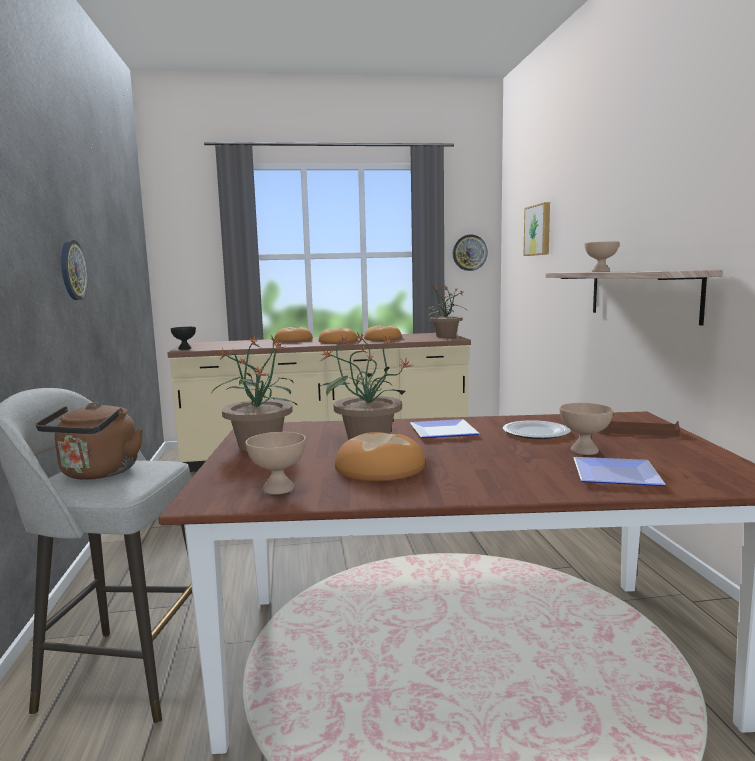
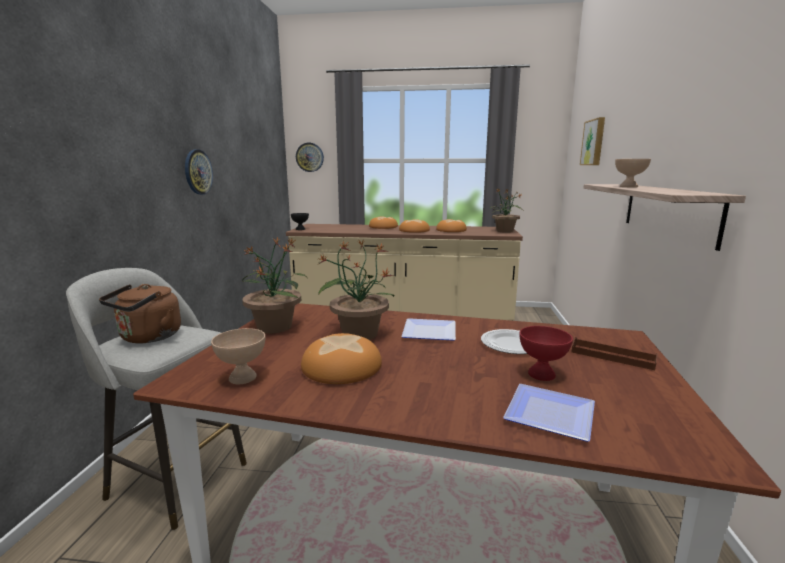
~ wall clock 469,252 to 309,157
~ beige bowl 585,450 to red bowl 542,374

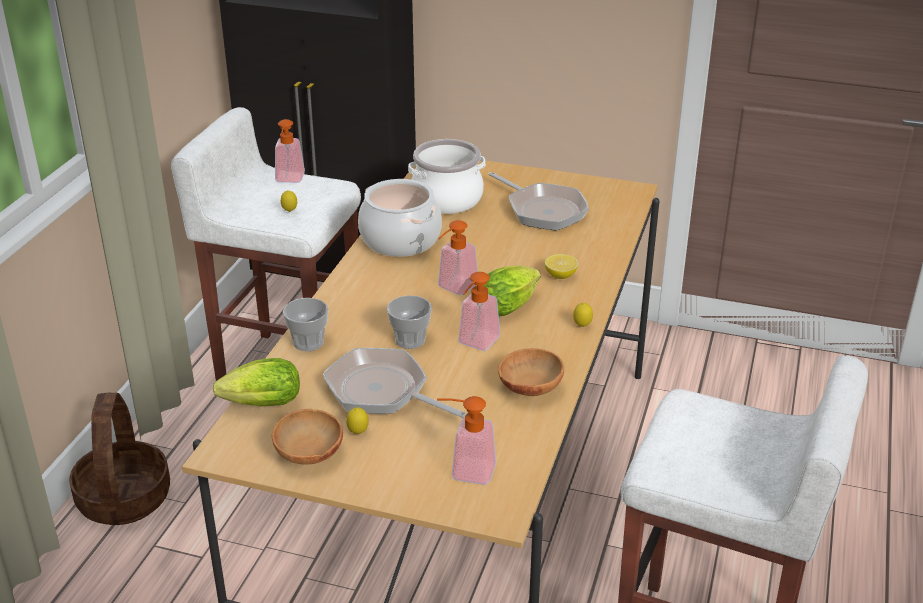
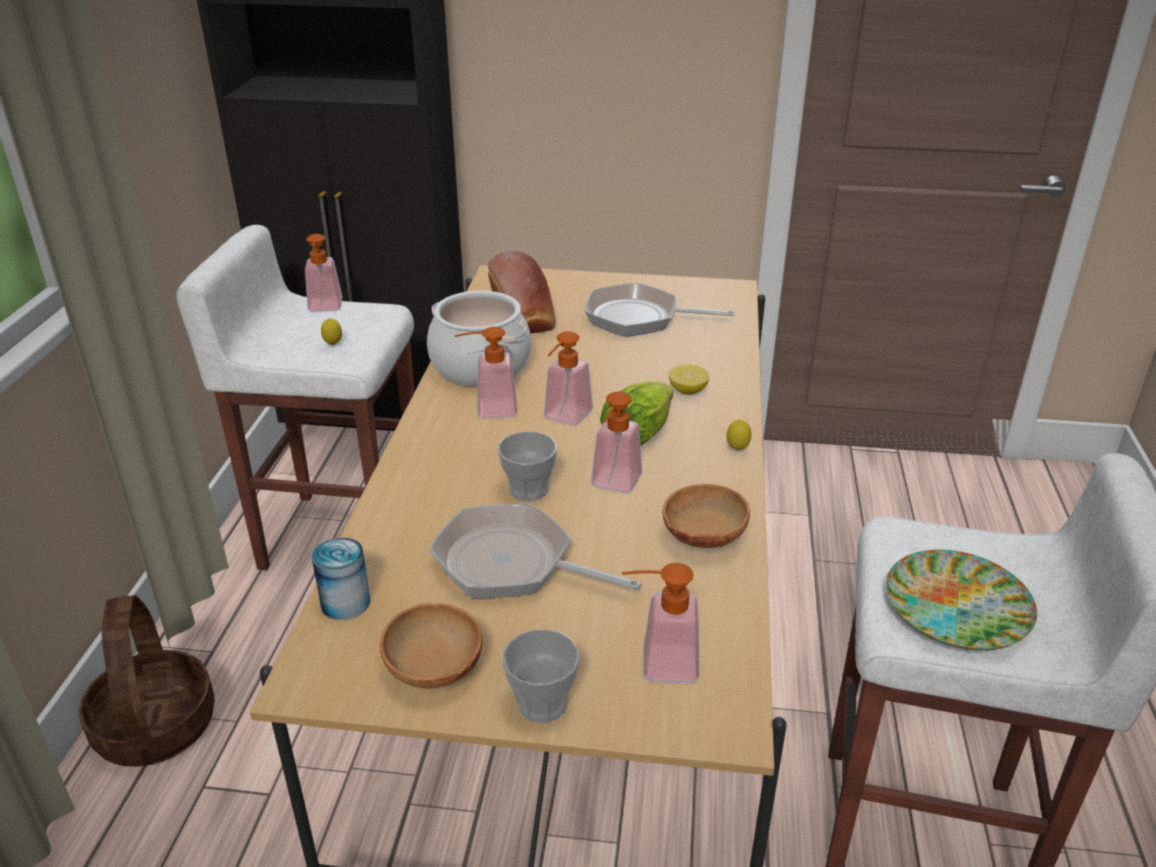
~ lettuce 258,405 to can 345,603
~ cup 308,342 to 542,703
- lemon 358,433
~ cooking pot 447,200 to bread 523,315
~ frying pan 543,210 = 639,318 150 degrees clockwise
+ soap dispenser 488,410
+ plate 958,608

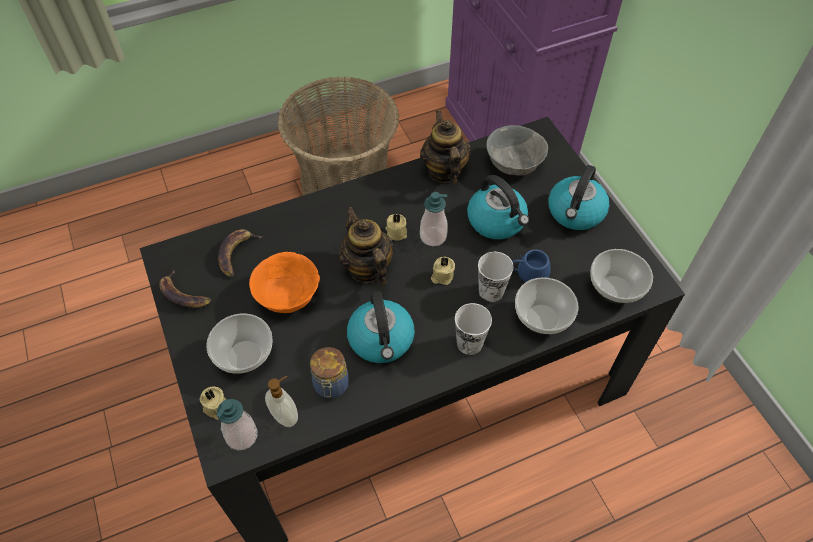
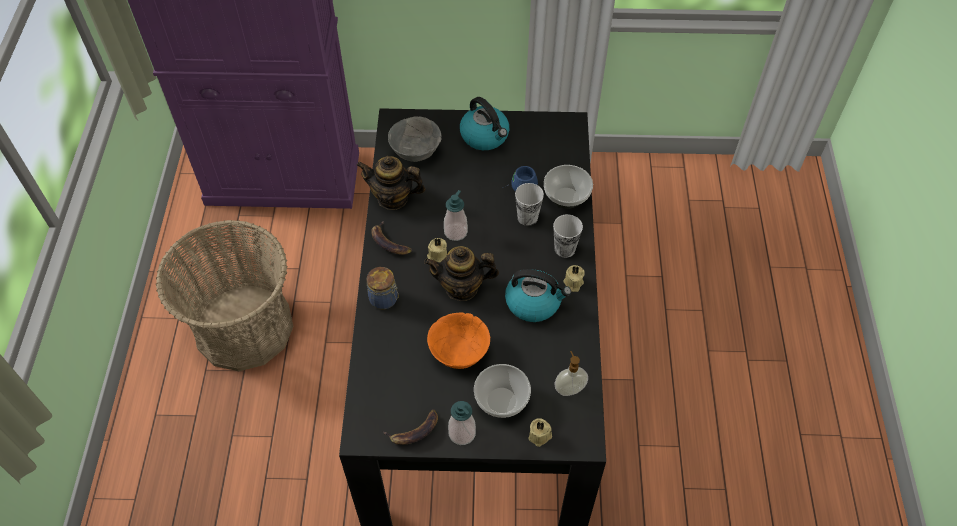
~ soap dispenser 242,435 to 462,433
~ banana 237,253 to 389,242
~ jar 331,386 to 384,299
~ beige candle 442,276 to 573,283
- kettle 497,221
- bowl 614,290

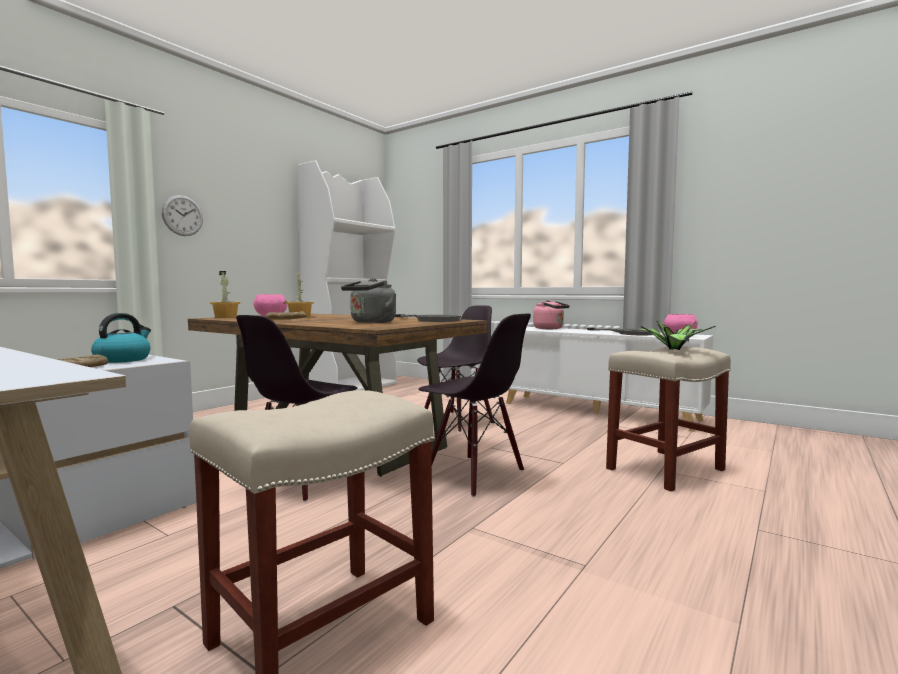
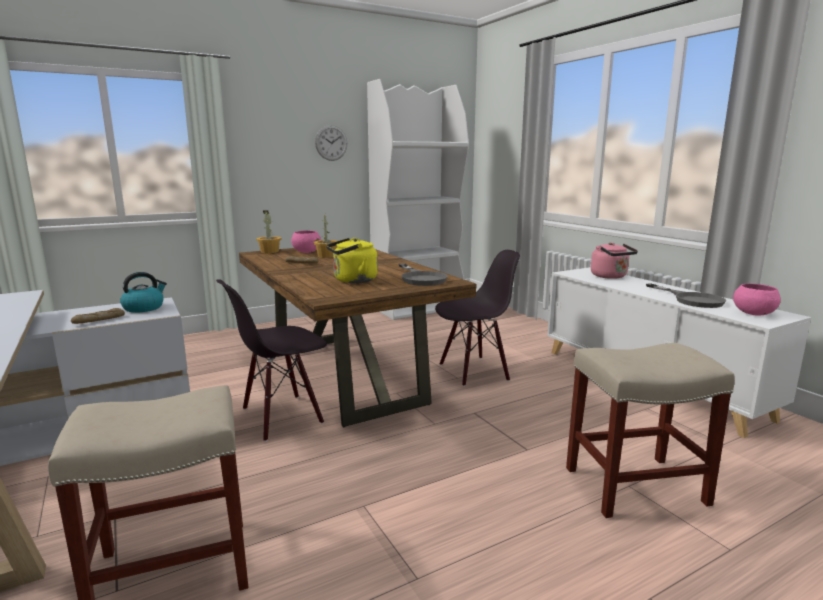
~ wall clock 182,215 to 331,143
~ grey kettle 371,322 to yellow kettle 352,280
- black chair 473,475
- potted plant 672,349

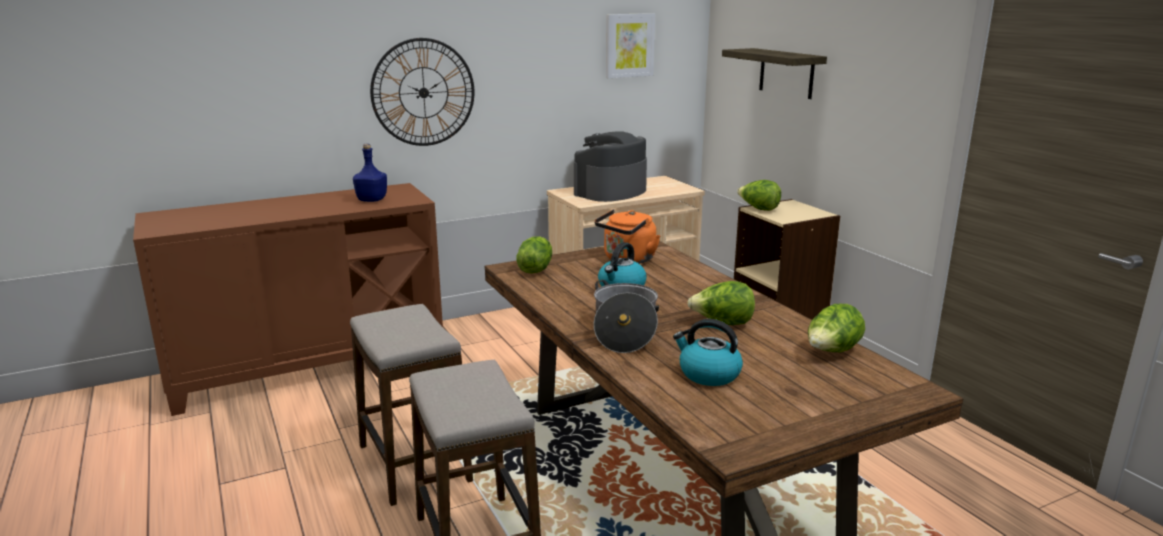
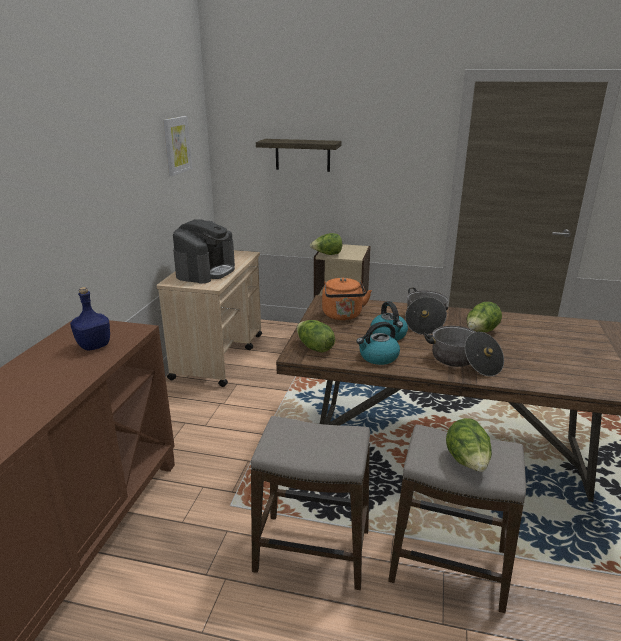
- wall clock 423,92
~ coffee machine 610,192 = 206,271 150 degrees counterclockwise
~ kettle 708,374 to 378,357
~ lettuce 831,352 to 467,462
+ cooking pot 424,321

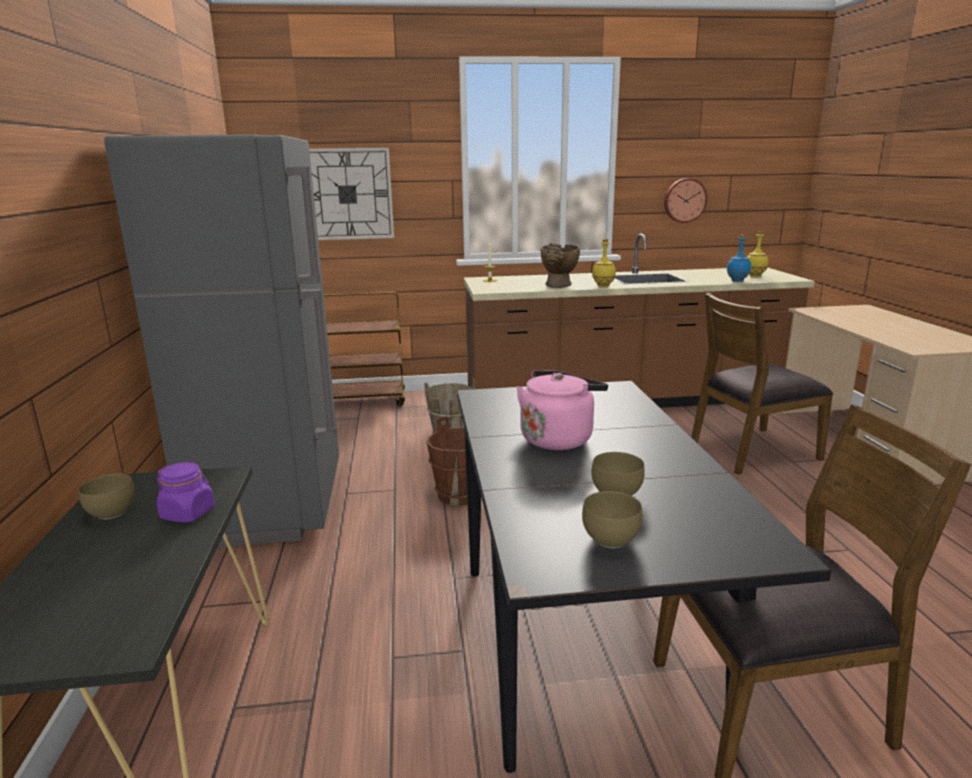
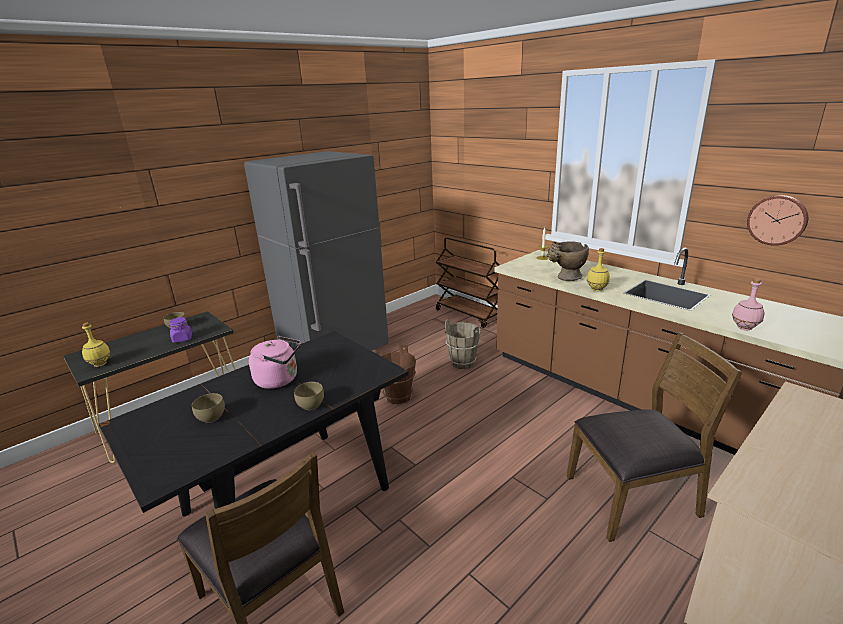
- wall clock 347,194
~ brown bowl 612,540 to 310,406
~ brown chair 752,451 = 633,497 135 degrees clockwise
~ blue bottle 737,281 to pink bottle 745,328
~ yellow bottle 755,276 to 100,364

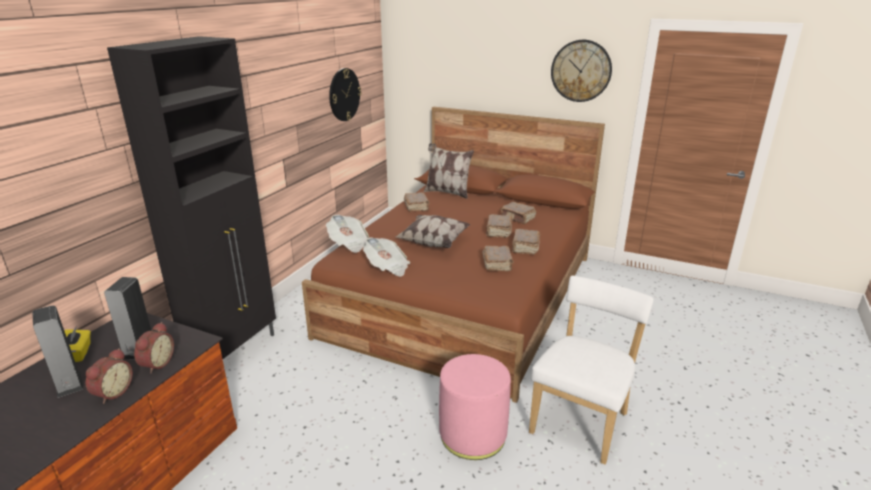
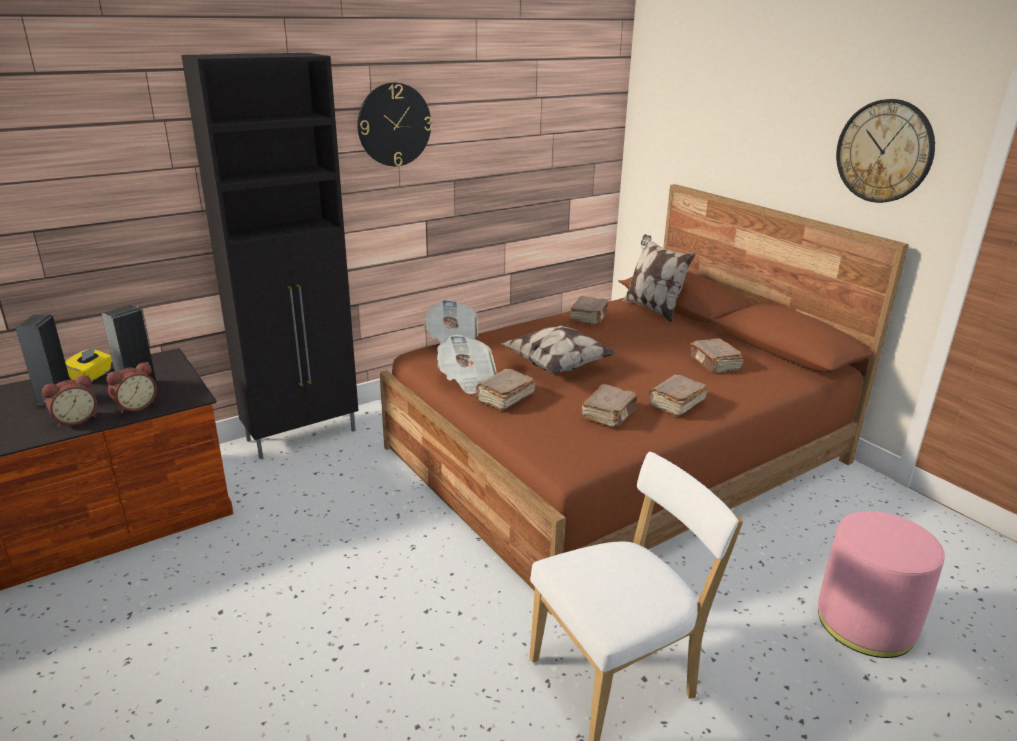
~ wall clock 344,94 to 394,125
~ pink ottoman 473,434 to 865,623
~ brown book 498,231 to 504,398

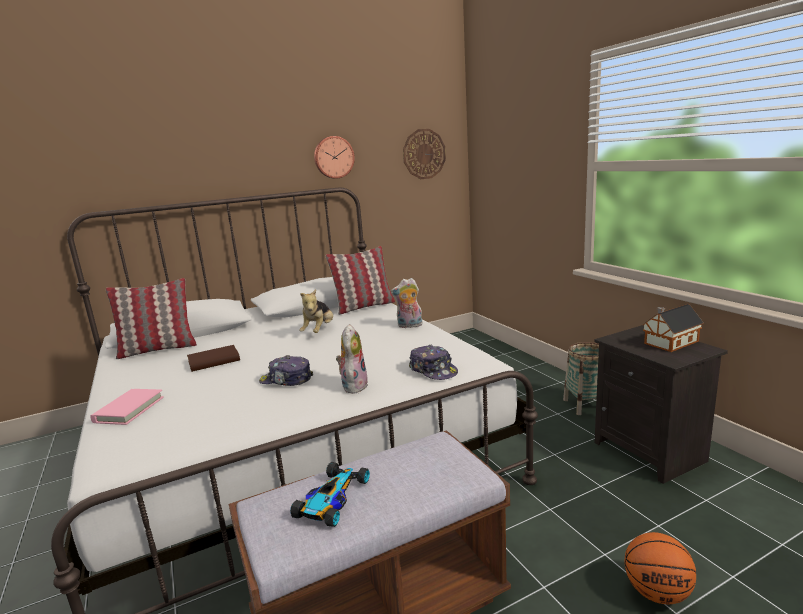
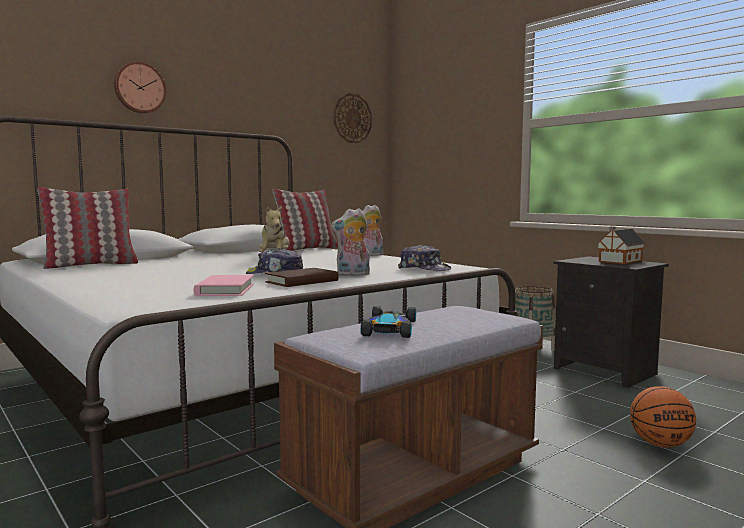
~ pink book 129,409 to 225,290
~ brown book 214,361 to 302,281
~ wall clock 333,157 to 139,88
~ plush toy 353,385 = 353,275 105 degrees counterclockwise

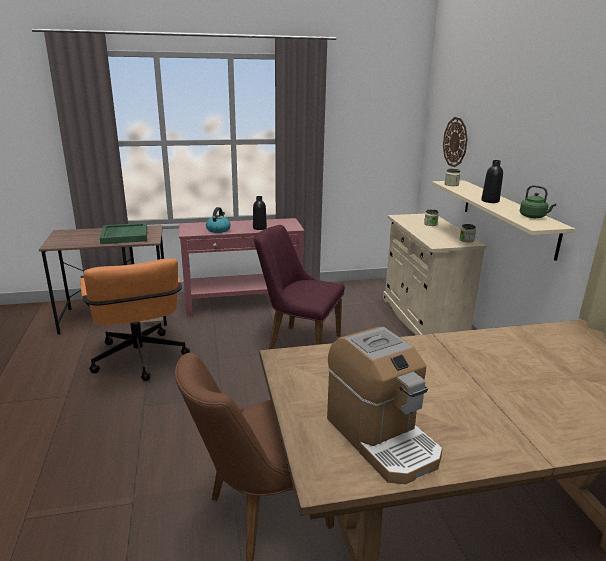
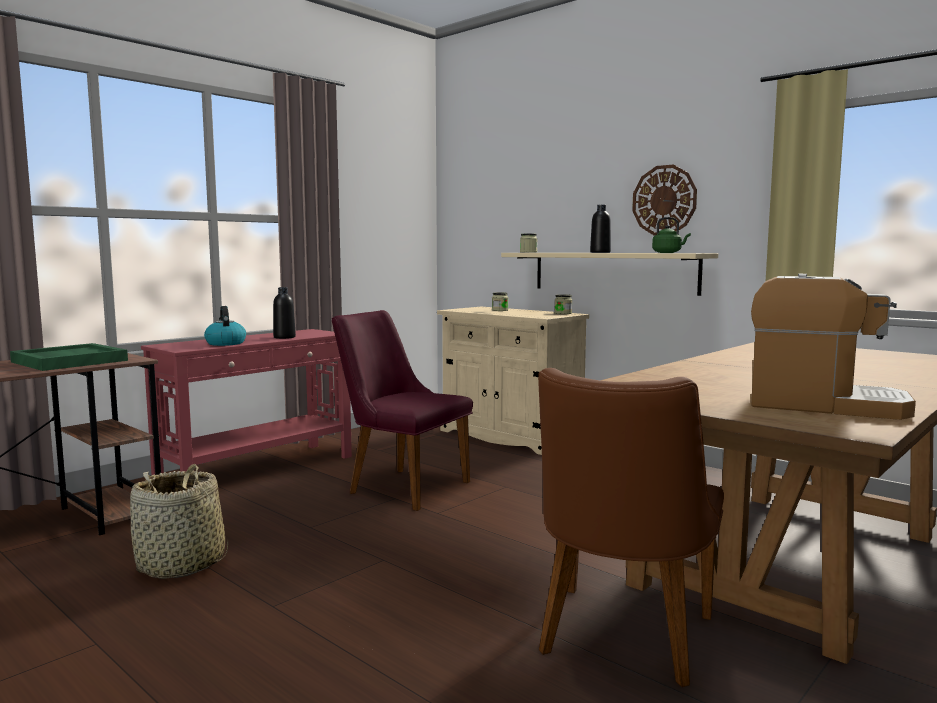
~ orange office chair 140,361 to basket 181,564
~ purple chair 298,342 = 400,486 45 degrees clockwise
~ wall clock 455,142 to 664,200

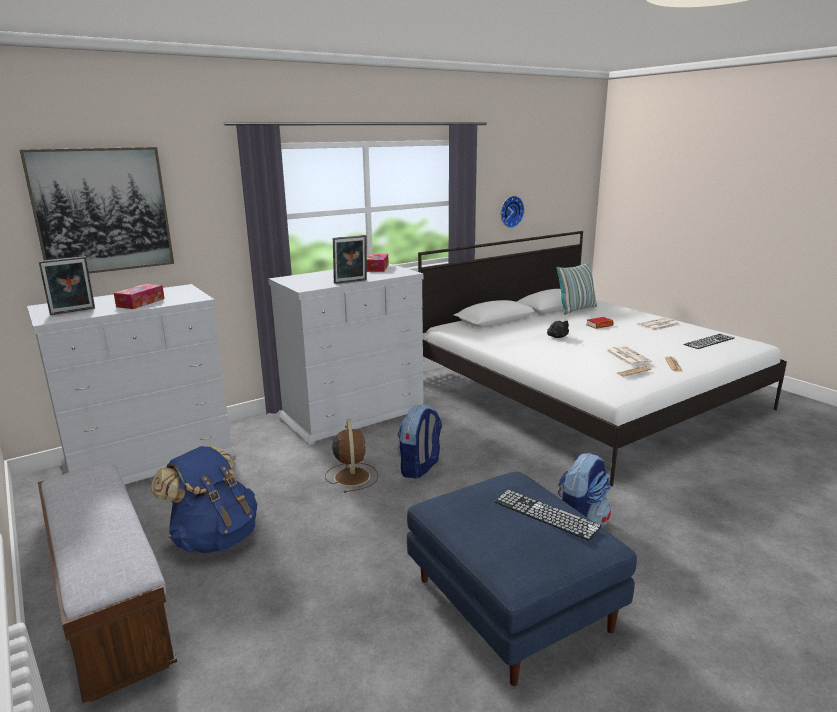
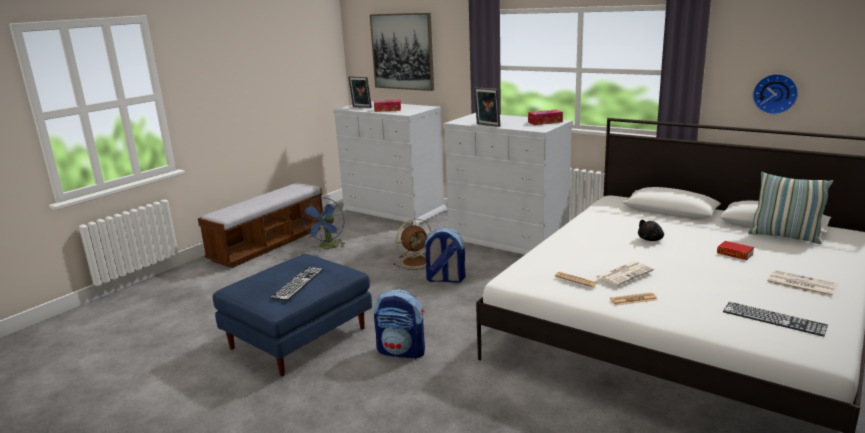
~ blue backpack 215,538 to blue fan 328,247

